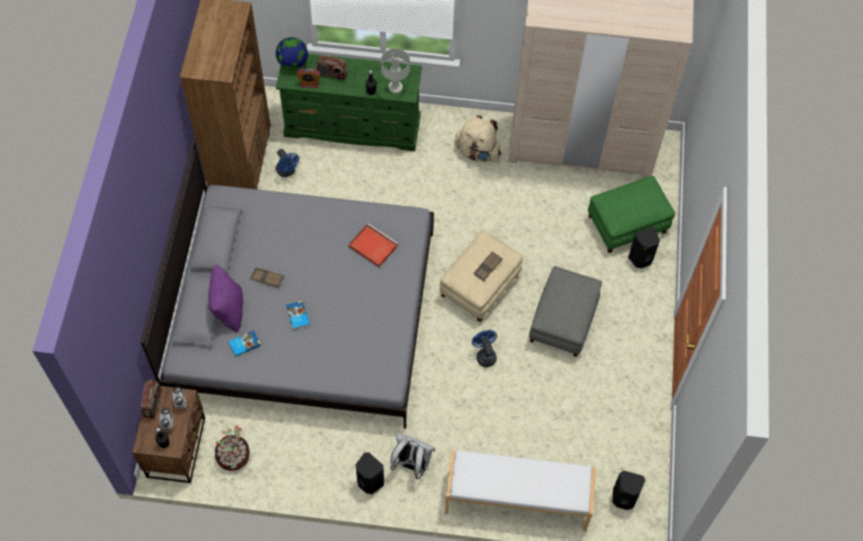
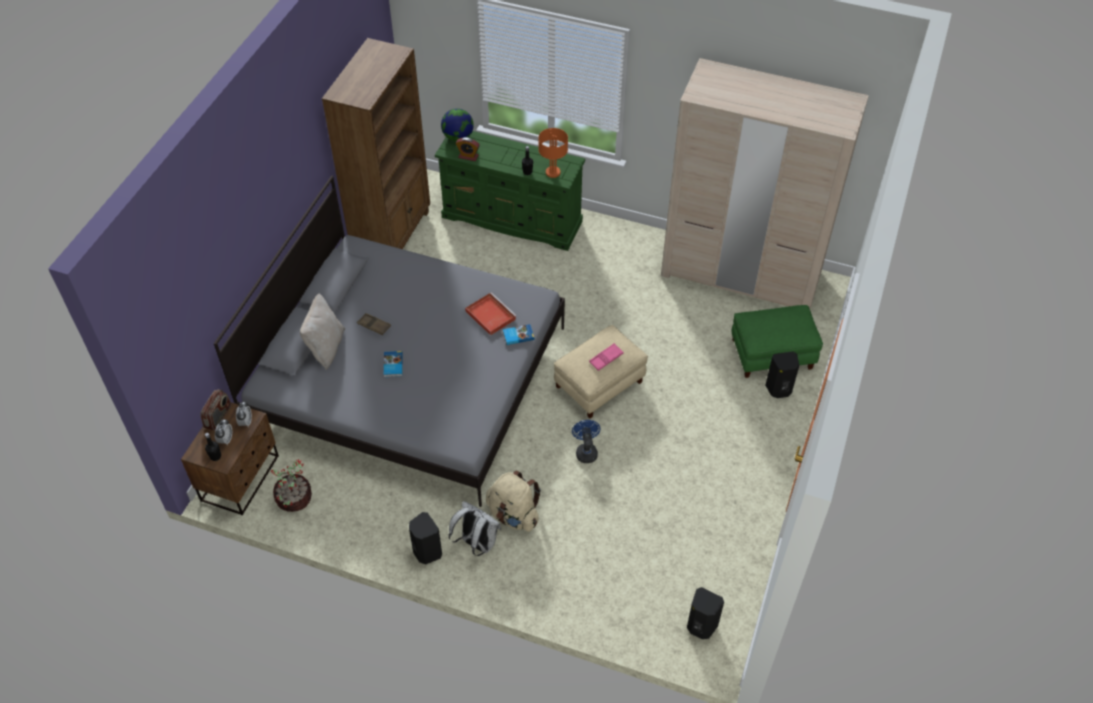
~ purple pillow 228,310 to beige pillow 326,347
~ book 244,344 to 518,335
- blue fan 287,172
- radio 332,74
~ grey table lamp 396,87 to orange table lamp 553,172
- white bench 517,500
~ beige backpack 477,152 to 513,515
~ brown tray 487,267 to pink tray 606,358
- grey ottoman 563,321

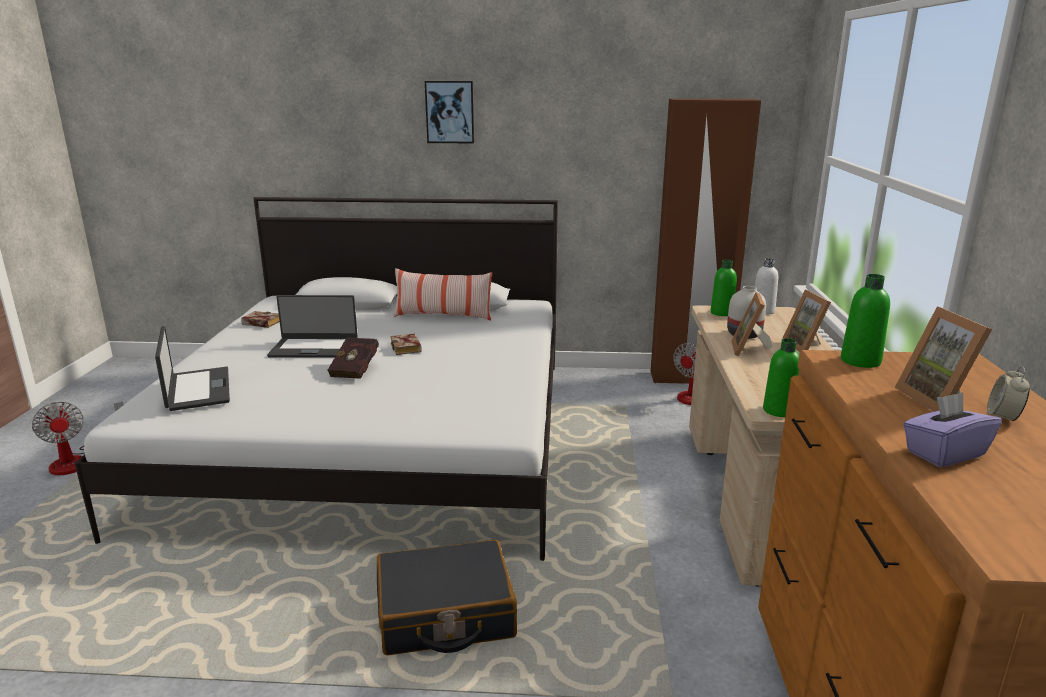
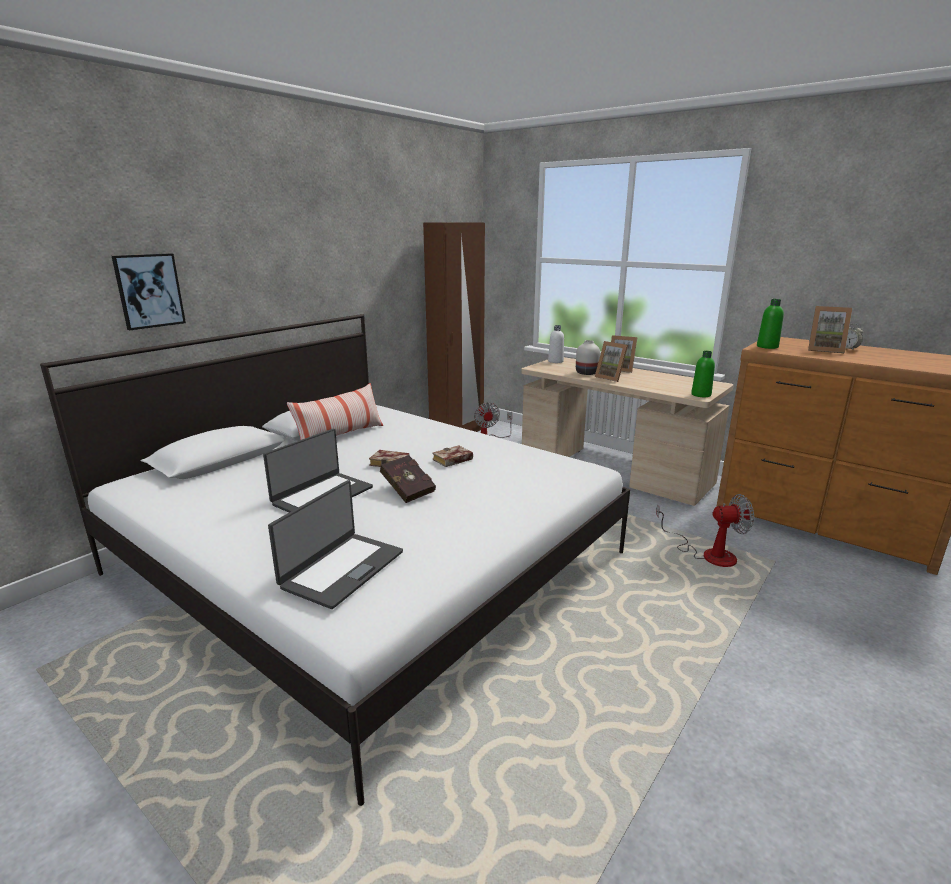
~ fan 79,460 to 708,554
~ laptop 197,389 = 341,569 105 degrees clockwise
~ book 260,323 to 452,460
- black suitcase 445,614
~ picture 450,112 to 149,291
- green bottle 722,313
- purple tissue box 944,453

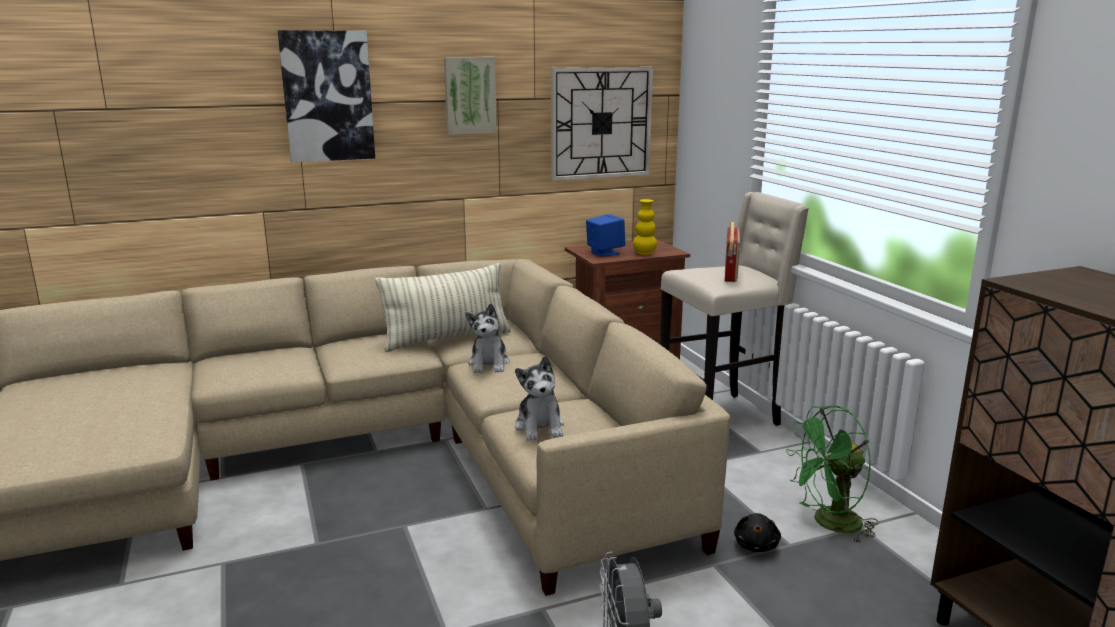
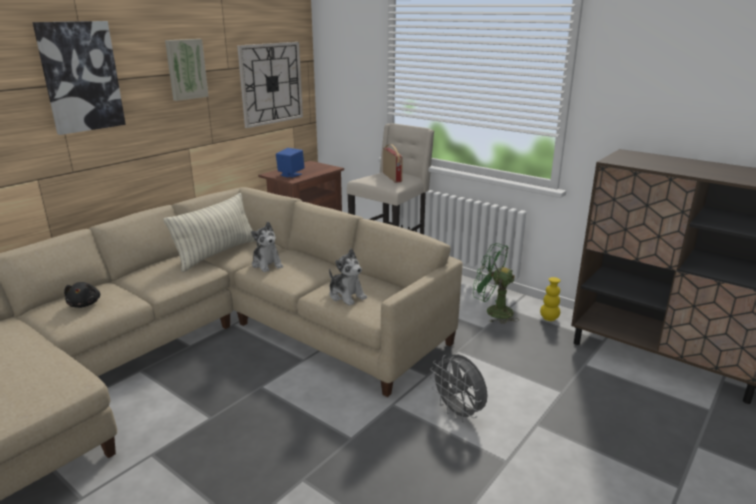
~ yellow vase 644,253 to 549,318
~ black plush toy 756,545 to 85,304
~ green fan 829,524 = 493,311 75 degrees clockwise

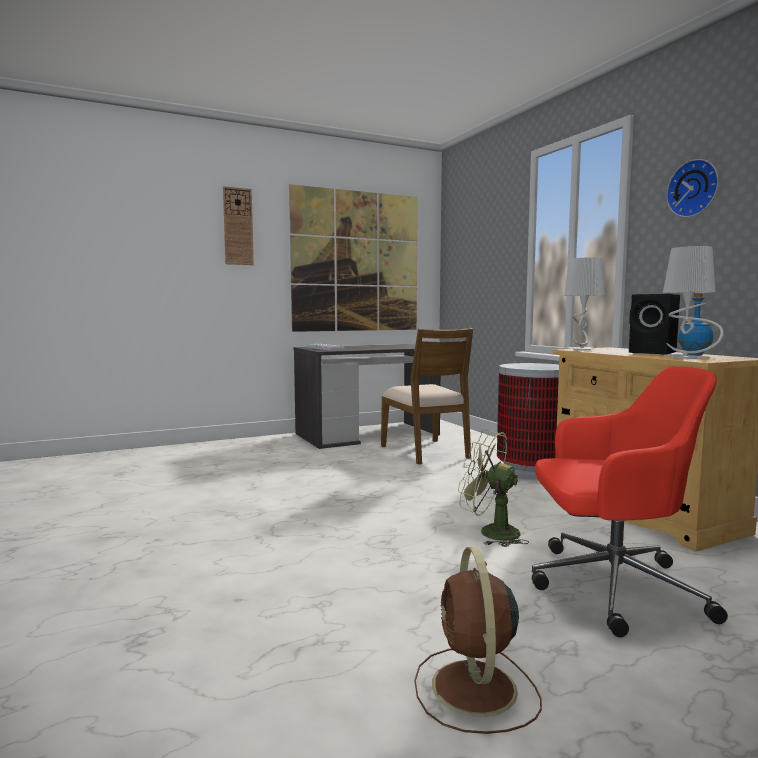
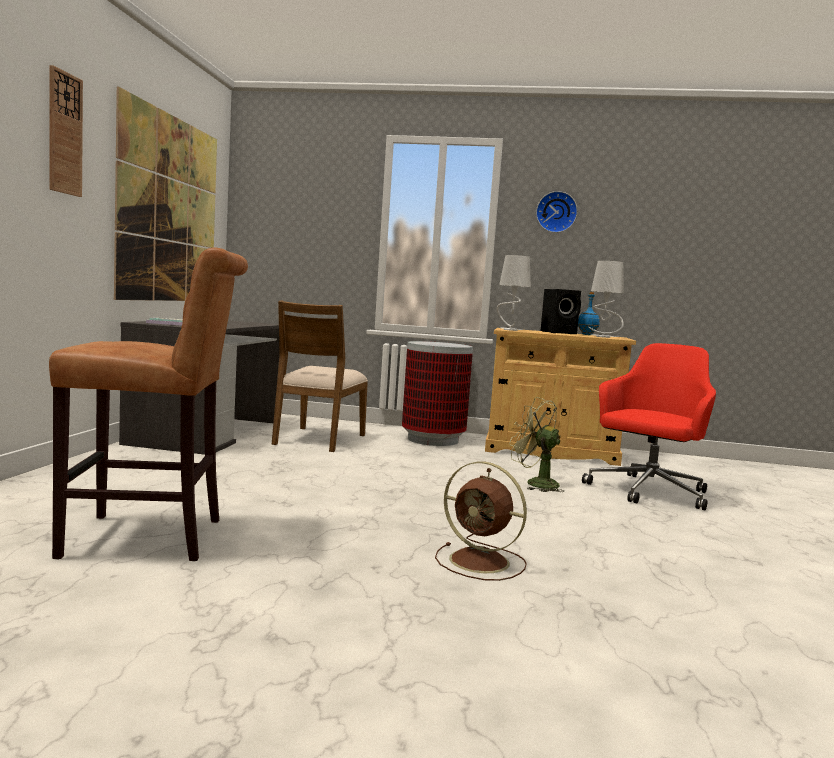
~ brown chair 426,452 = 318,439 90 degrees clockwise
~ brown fan 475,690 to 482,562
~ green fan 490,532 = 535,483 60 degrees clockwise
+ brown stool 153,539

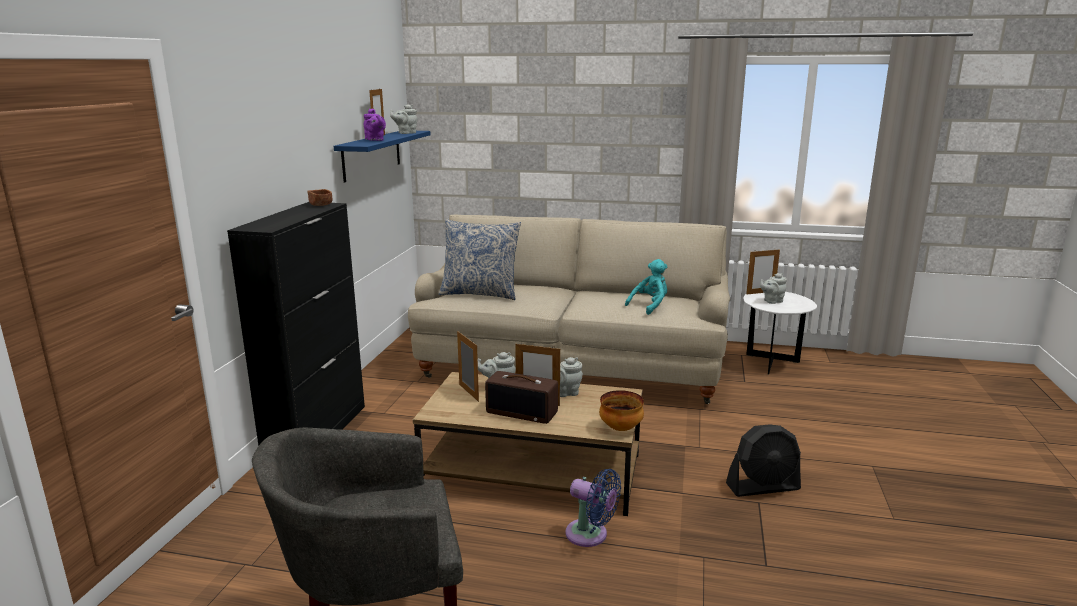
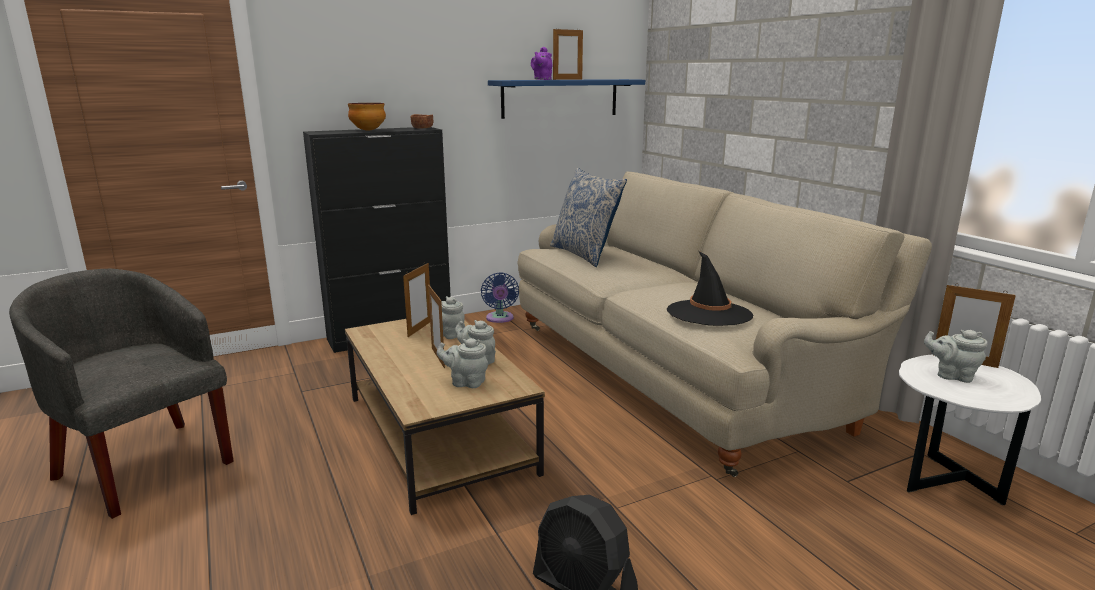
~ grey teapot 406,133 to 466,382
- radio 522,412
~ blue fan 590,535 to 500,319
~ bowl 621,428 to 368,130
~ turquoise plush toy 650,306 to black hat 709,313

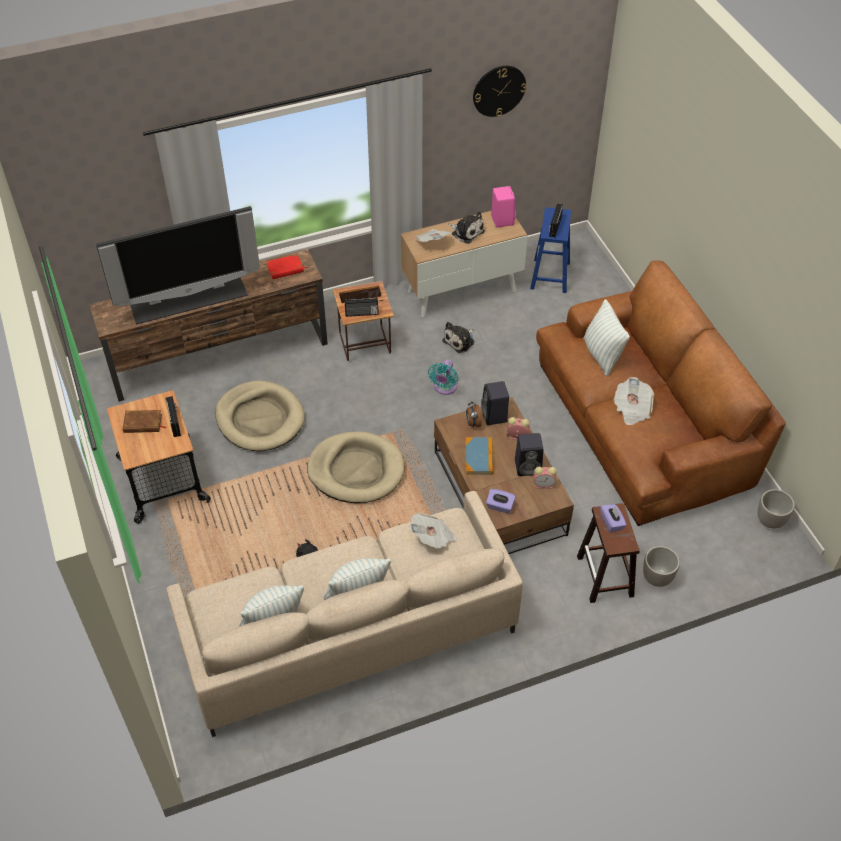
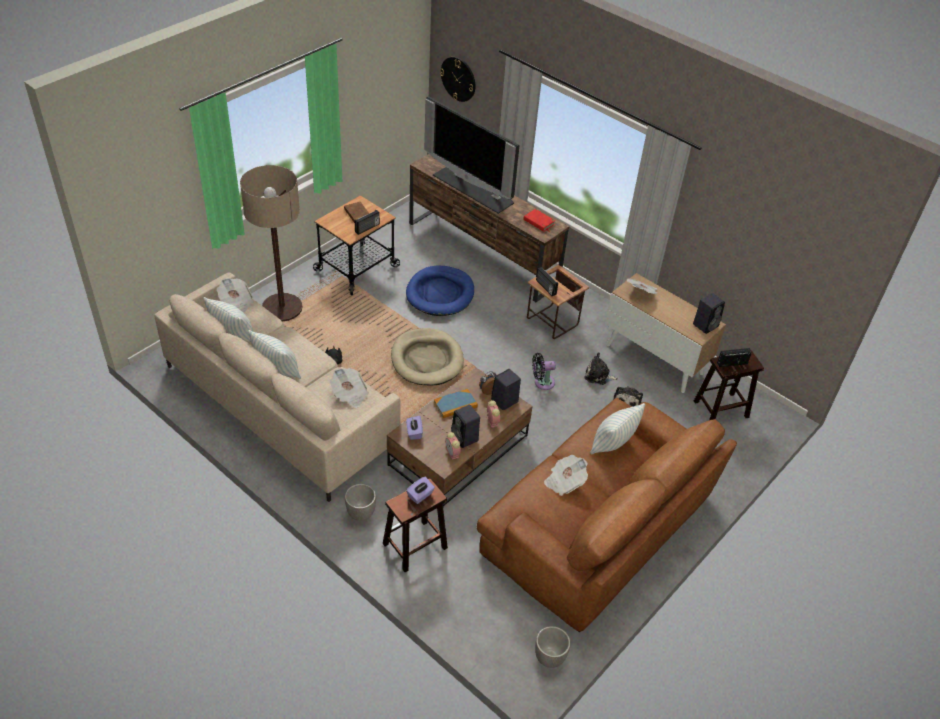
~ beige dog bed 260,419 to blue dog bed 440,293
~ turquoise fan 444,388 to black fan 542,382
~ plush toy 466,232 to 627,400
~ wall clock 499,90 to 458,79
~ pink speaker 501,219 to black speaker 705,325
~ blue stool 550,276 to brown stool 720,409
~ planter 657,578 to 360,513
+ newspaper 236,303
+ floor lamp 282,308

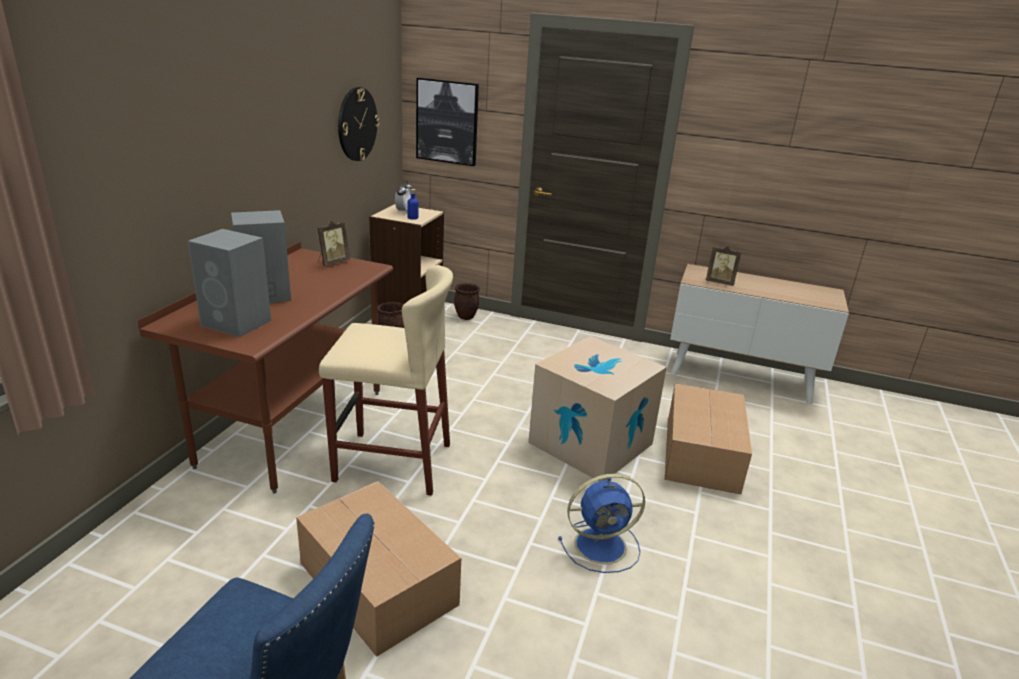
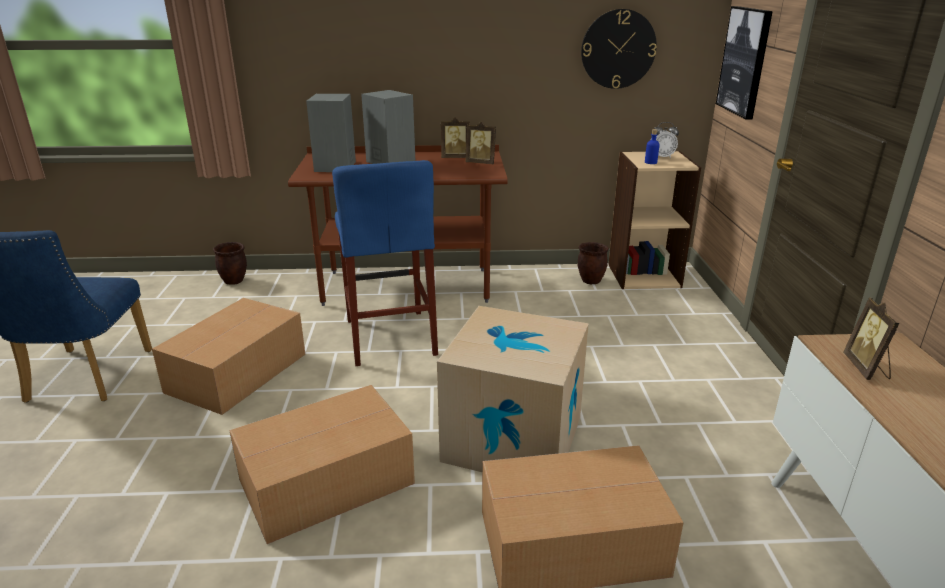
~ beige stool 392,462 to blue stool 390,337
~ brown planter 466,317 to 234,281
~ blue fan 602,545 to cardboard box 329,481
+ picture frame 455,158

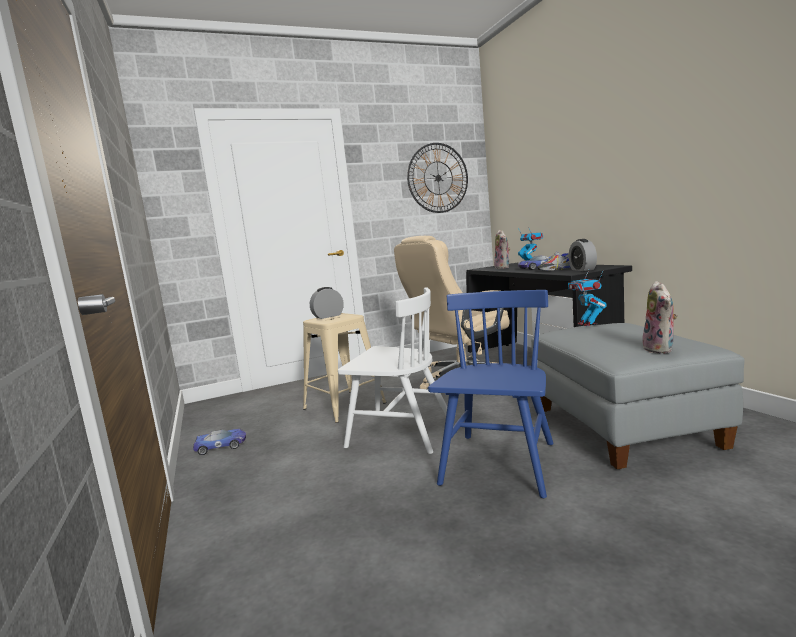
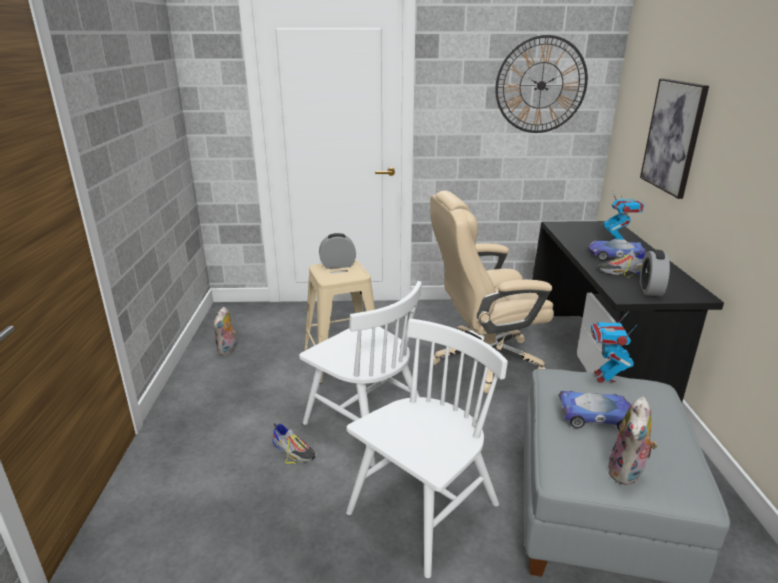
~ toy car 222,445 to 596,416
~ blue chair 499,464 to white chair 423,510
~ plush toy 503,267 to 228,350
+ shoe 293,450
+ picture 673,136

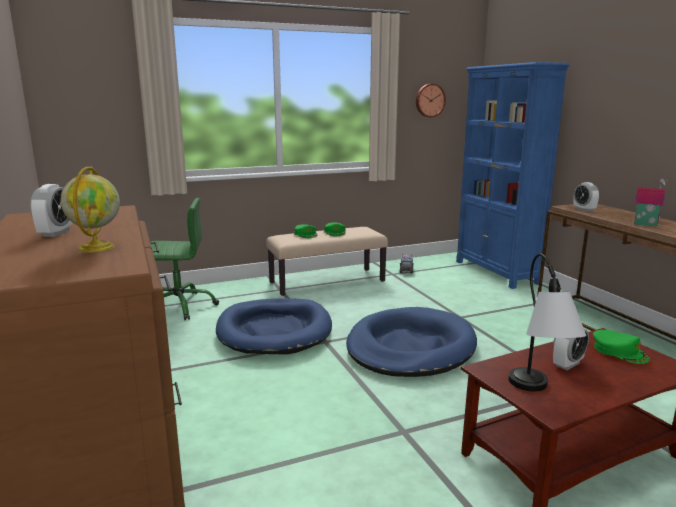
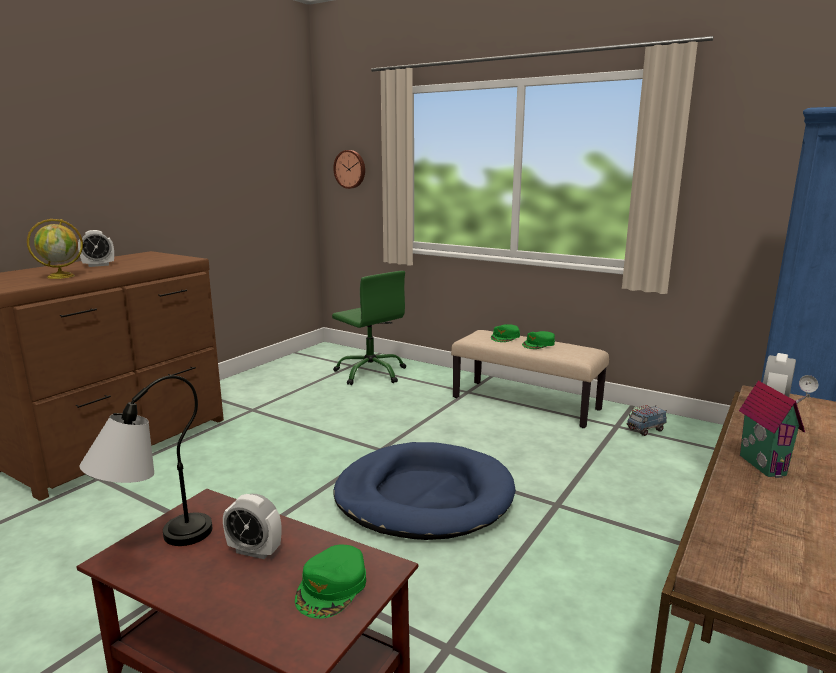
- blue dog bed 274,330
~ wall clock 429,100 to 350,169

